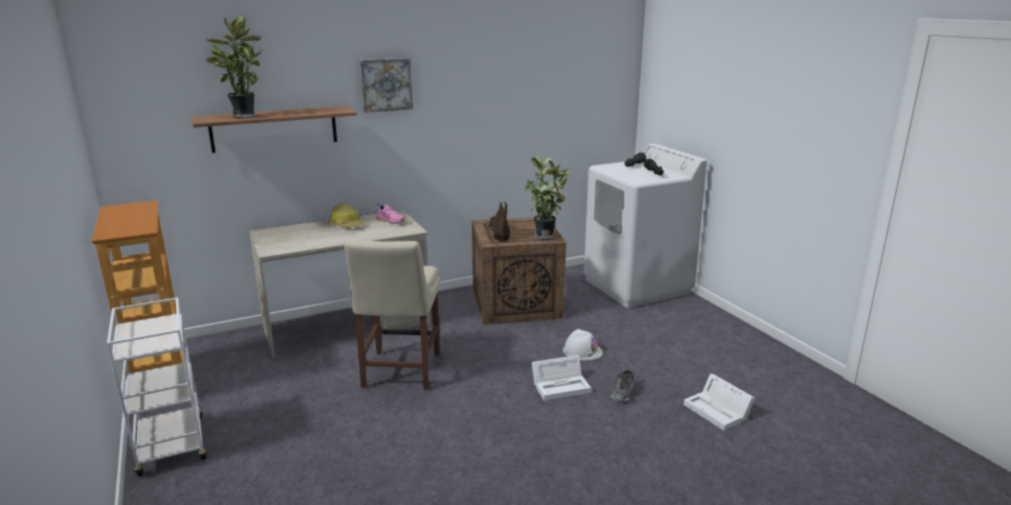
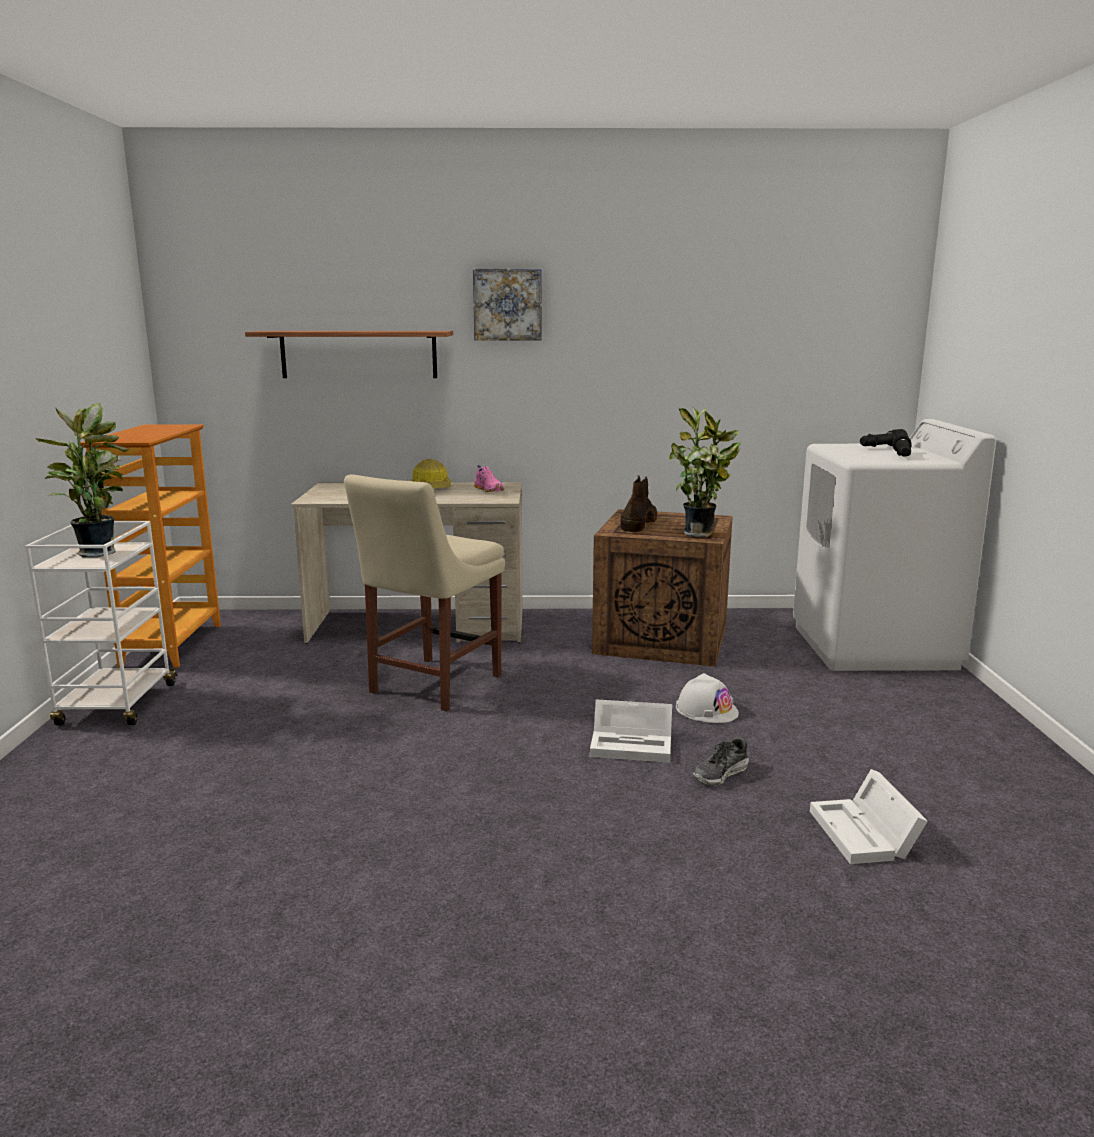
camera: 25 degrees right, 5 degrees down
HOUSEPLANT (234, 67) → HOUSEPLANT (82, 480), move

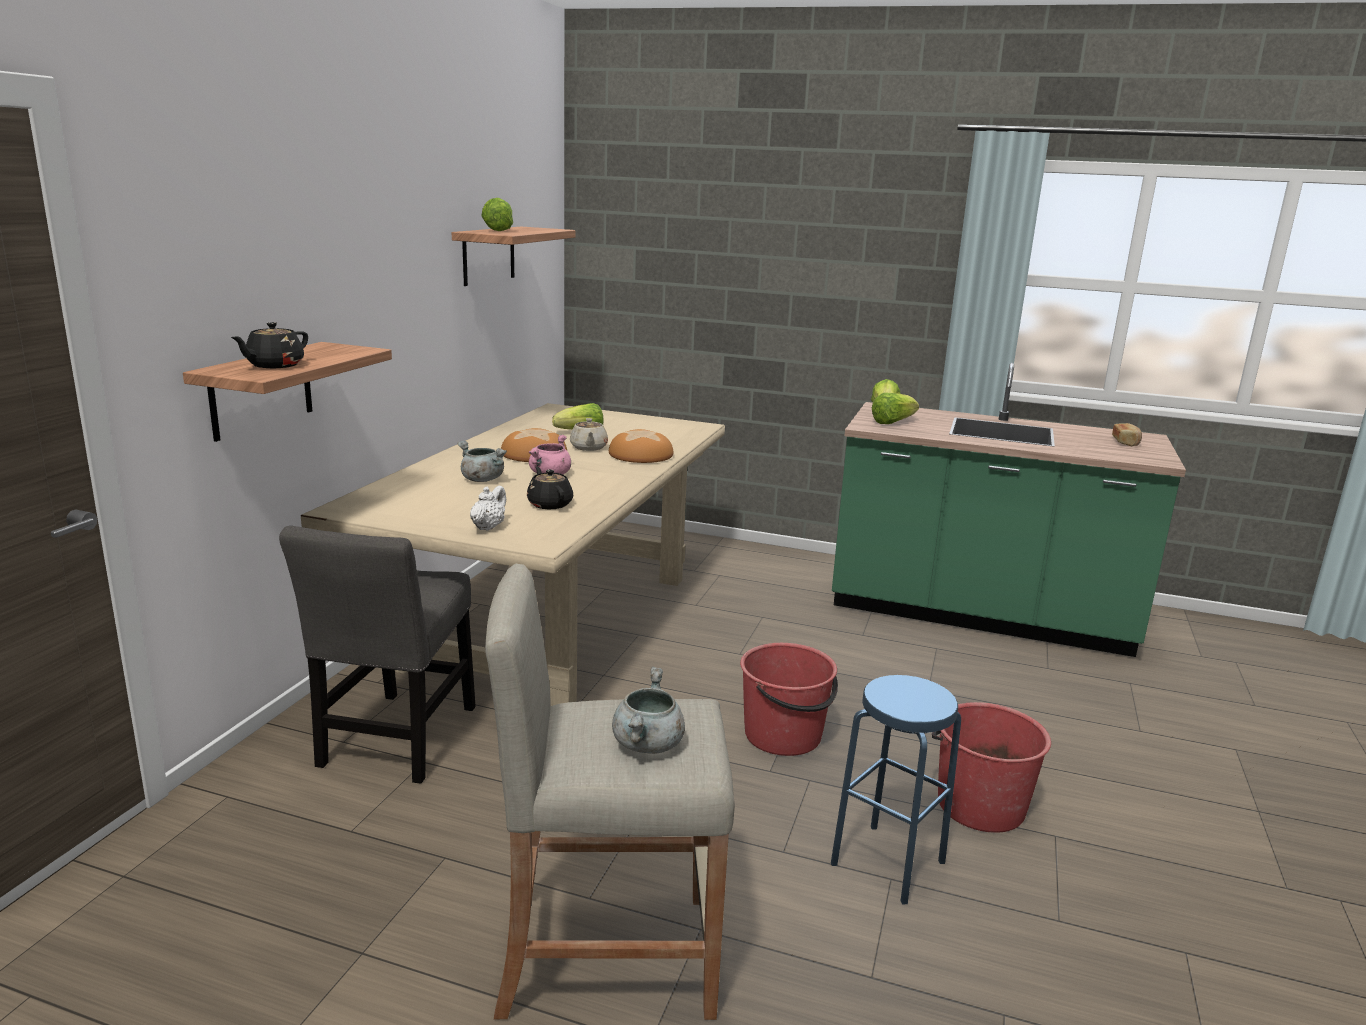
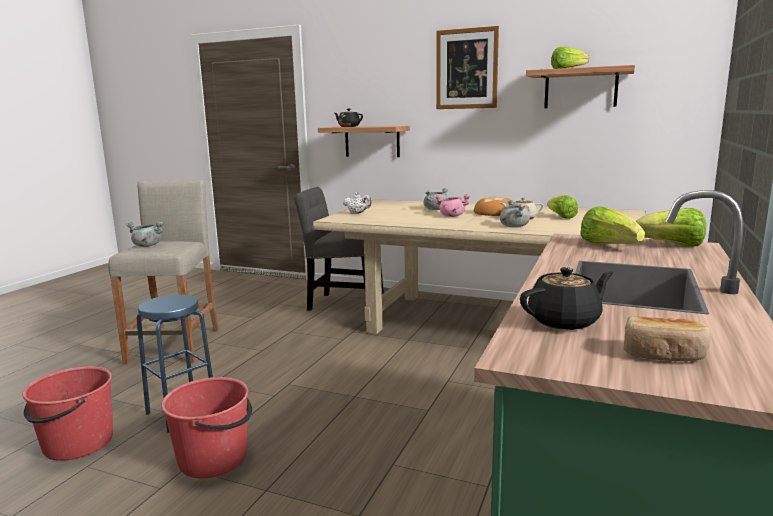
camera: 95 degrees right, 5 degrees down
REDDISH PAIL (789, 699) → REDDISH PAIL (67, 413), move
- → WALL ART (467, 67)
BAKED BREAD (641, 446) → GREY COOKING POT (515, 213)
BLACKISH TEA POT (550, 488) → BLACKISH TEA POT (566, 298), move

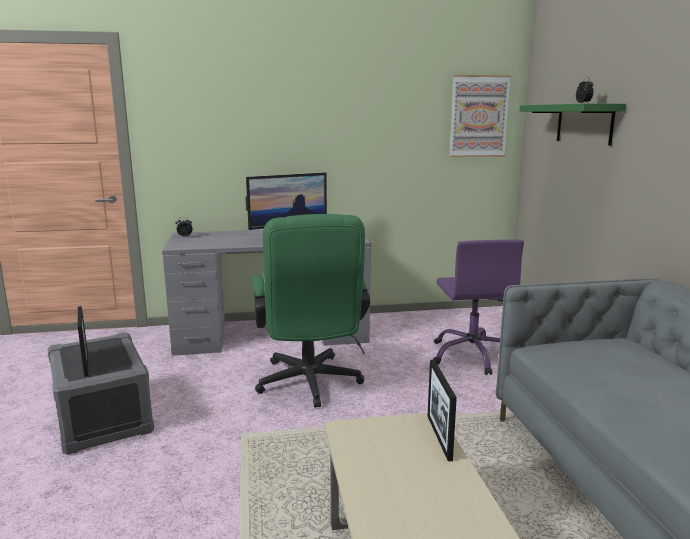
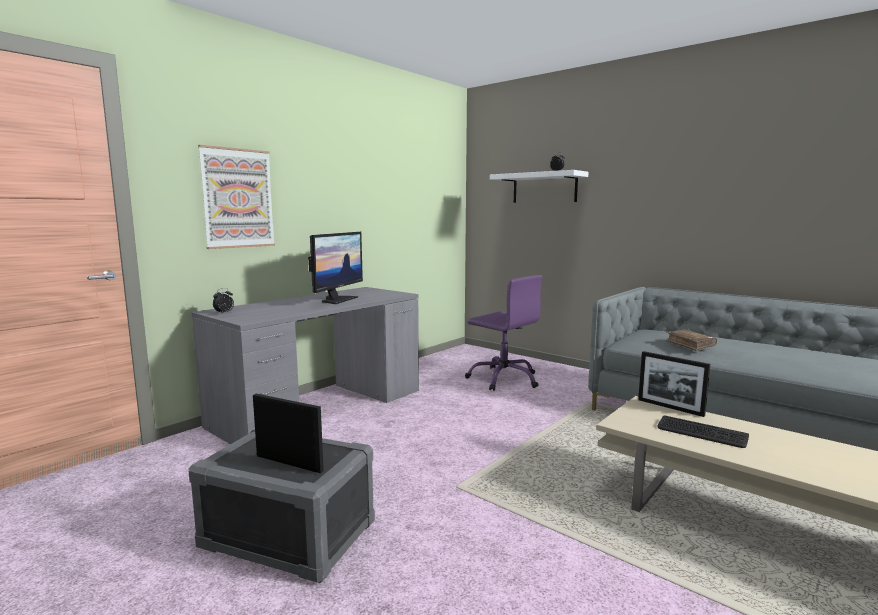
camera: 40 degrees left, 5 degrees down
WALL ART (480, 116) → WALL ART (236, 197), move
GREENISH SHELF (572, 125) → WHITISH SHELF (539, 186)
- → COMPUTER KEYBOARD (703, 432)
- → BROWN VOLUME (691, 340)
GREENISH COMPUTER CHAIR (311, 311) → -

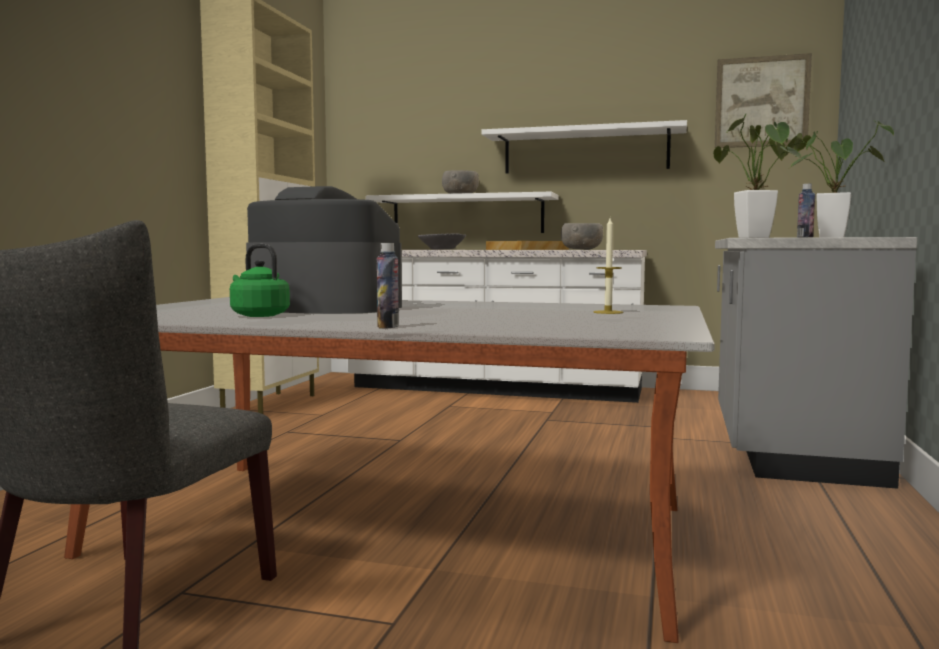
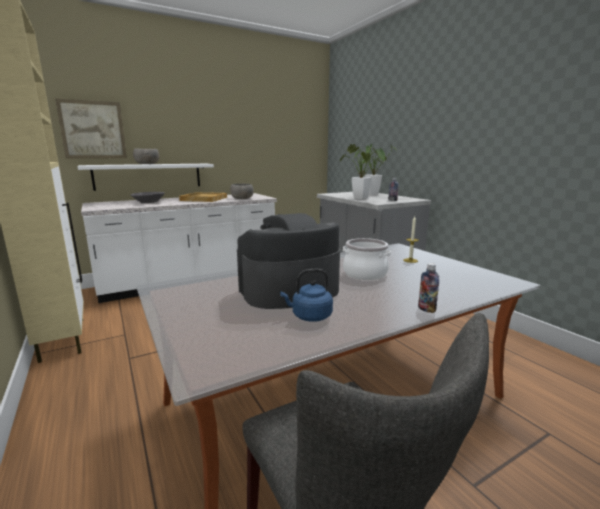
camera: 45 degrees left, 10 degrees up
WALL ART (763, 100) → WALL ART (91, 128), move
GREENISH WATER KETTLE (260, 280) → BLUISH WATER KETTLE (306, 295)
- → COOKING POT (367, 259)
WHITISH SHELF (584, 146) → -

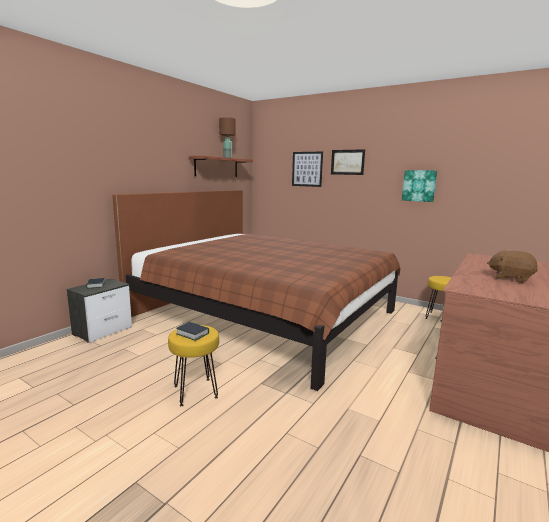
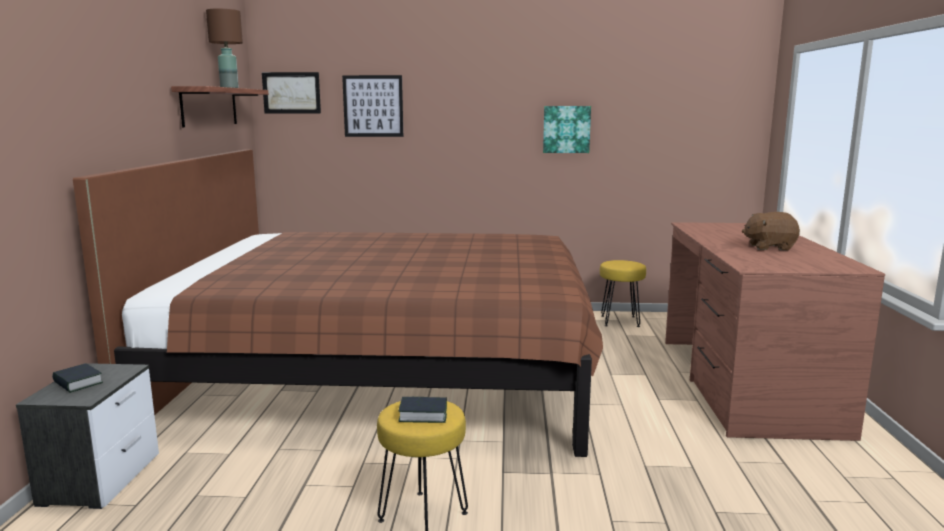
camera: 30 degrees left, 0 degrees up
WALL ART (348, 162) → WALL ART (291, 92), move

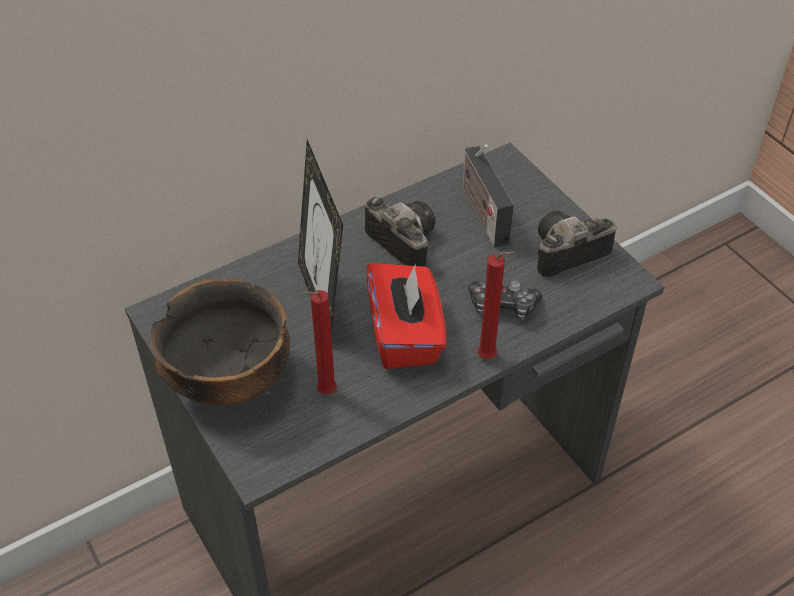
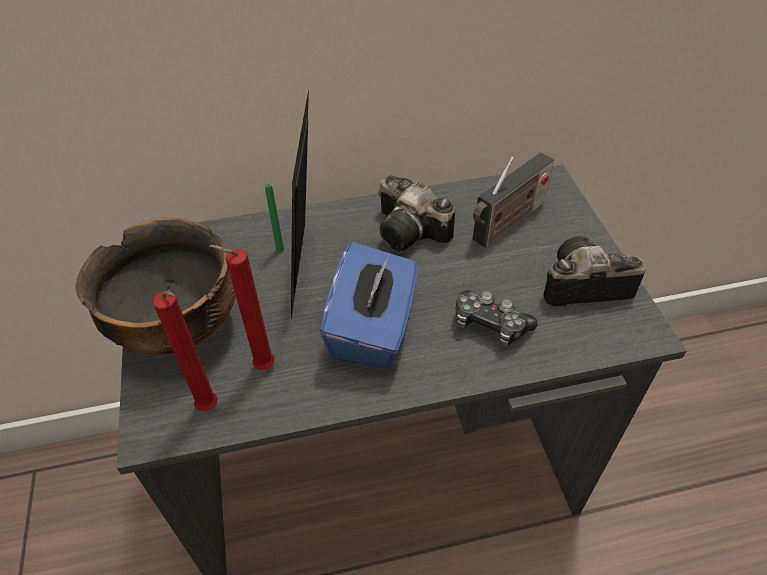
camera: 20 degrees right, 0 degrees up
REDDISH CANDLE (496, 305) → REDDISH CANDLE (184, 350), move
- → GREENISH CANDLE (274, 218)
REDDISH TISSUE BOX (406, 316) → BLUISH TISSUE BOX (368, 305)
PHOTO CAMERA (400, 232) → PHOTO CAMERA (416, 213), 150 degrees clockwise
RADIO (488, 195) → RADIO (513, 200), 135 degrees counterclockwise

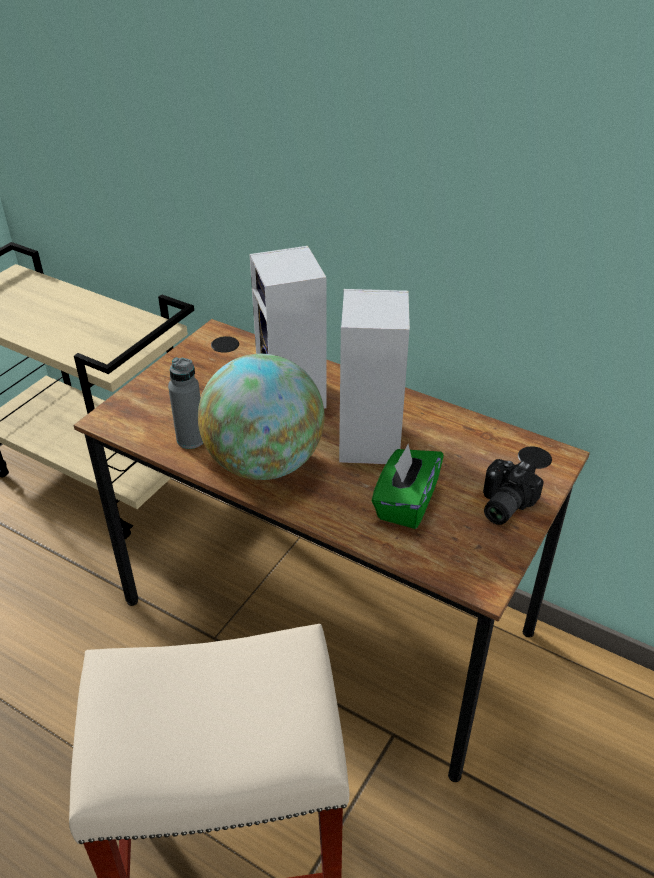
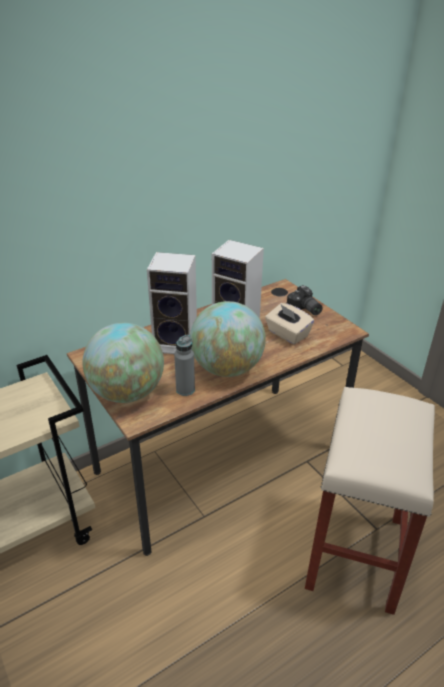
camera: 65 degrees left, 5 degrees down
- → WORLD GLOBE (123, 363)
GREENISH TISSUE BOX (408, 486) → SAND-COLOURED TISSUE BOX (289, 324)

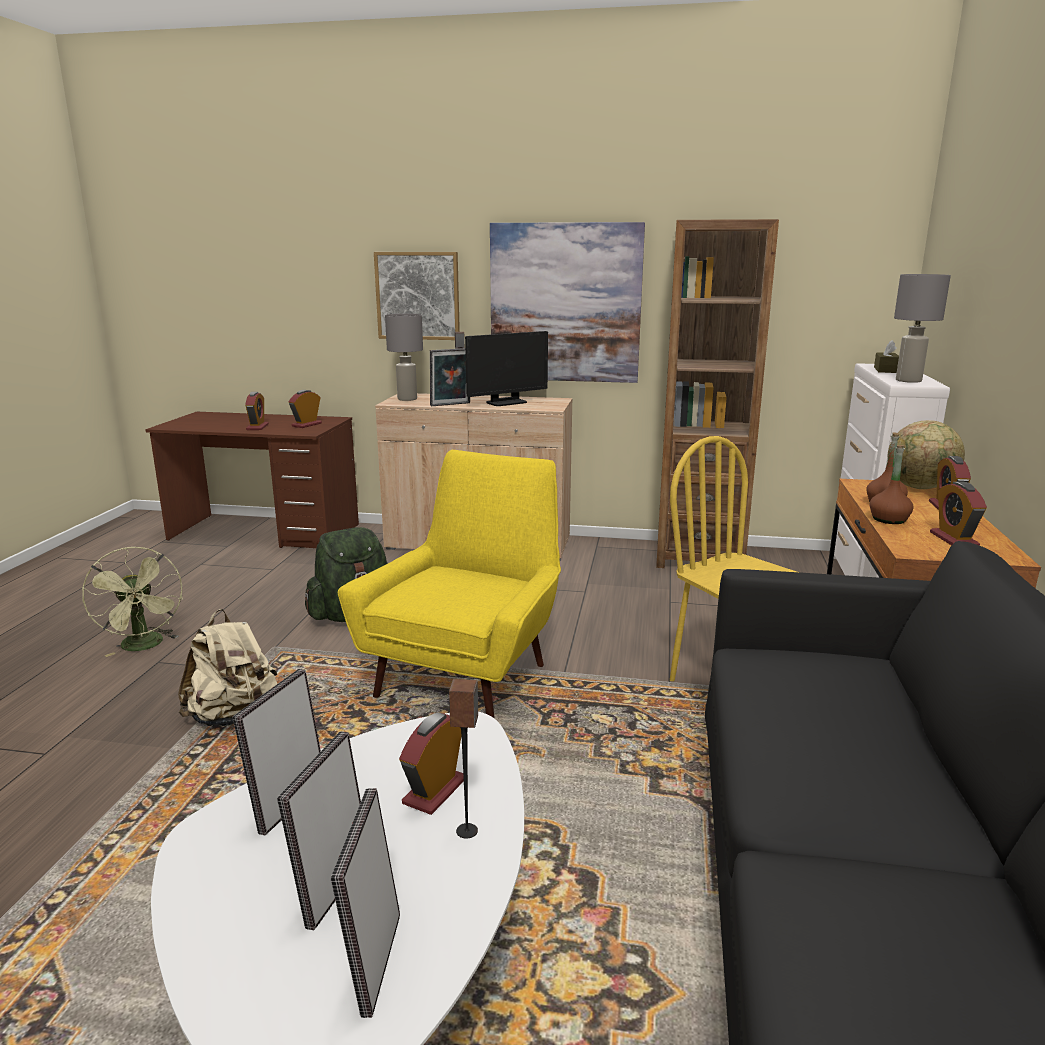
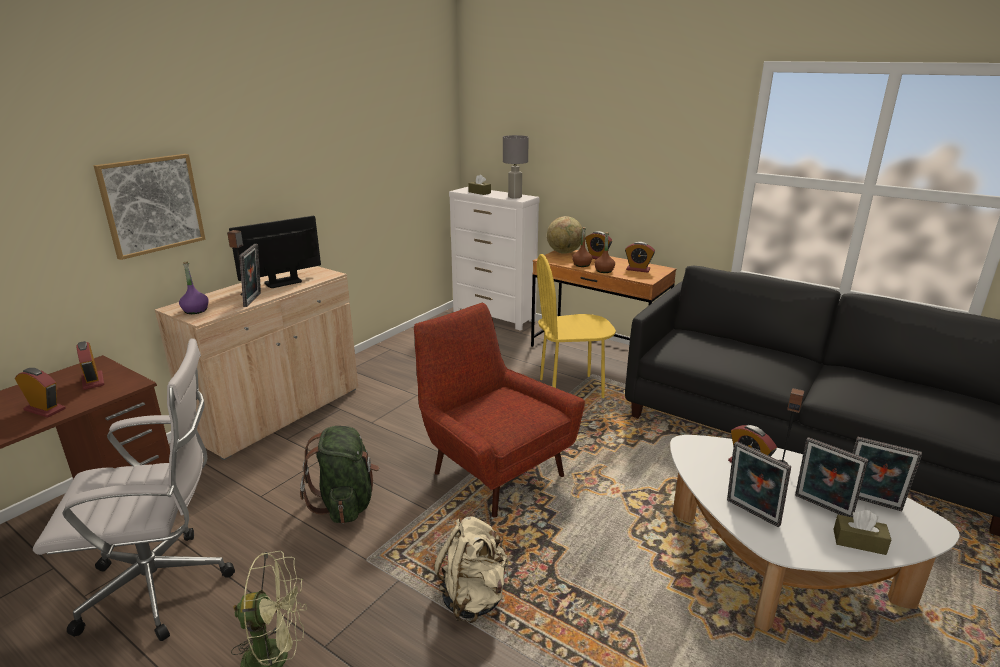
camera: 65 degrees left, 5 degrees up
- → WHITISH COMPUTER CHAIR (134, 489)
GREY TABLE LAMP (404, 357) → PURPLISH DRINK BOTTLE (194, 287)
MONITOR (506, 368) → MONITOR (275, 252), 120 degrees counterclockwise
YELLOW LOUNGE CHAIR (449, 584) → REDDISH LOUNGE CHAIR (499, 410)
- → BROWN TISSUE BOX (862, 532)
WALL ART (567, 302) → -
BROWN BOOKCASE (717, 393) → -

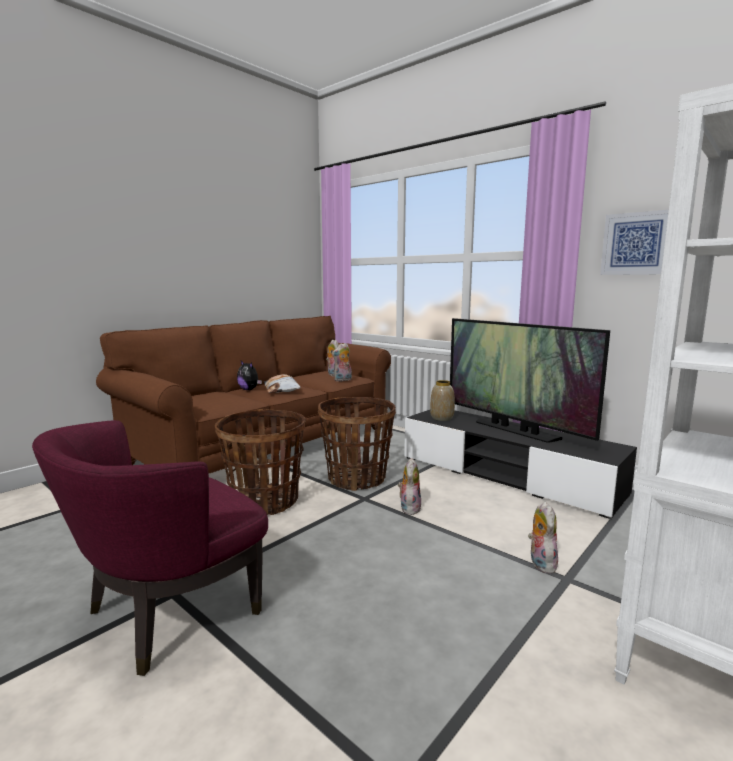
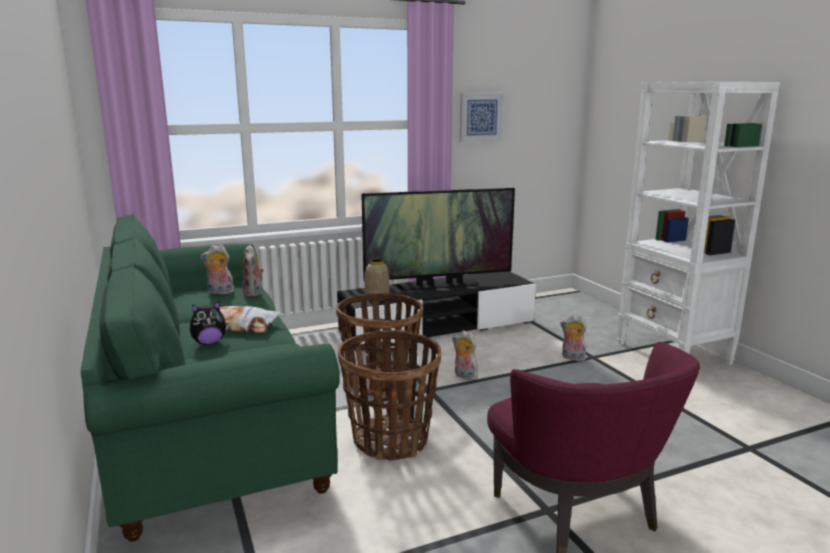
camera: 65 degrees left, 5 degrees up
BROWN SOFA (243, 395) → GREENISH SOFA (210, 377)

